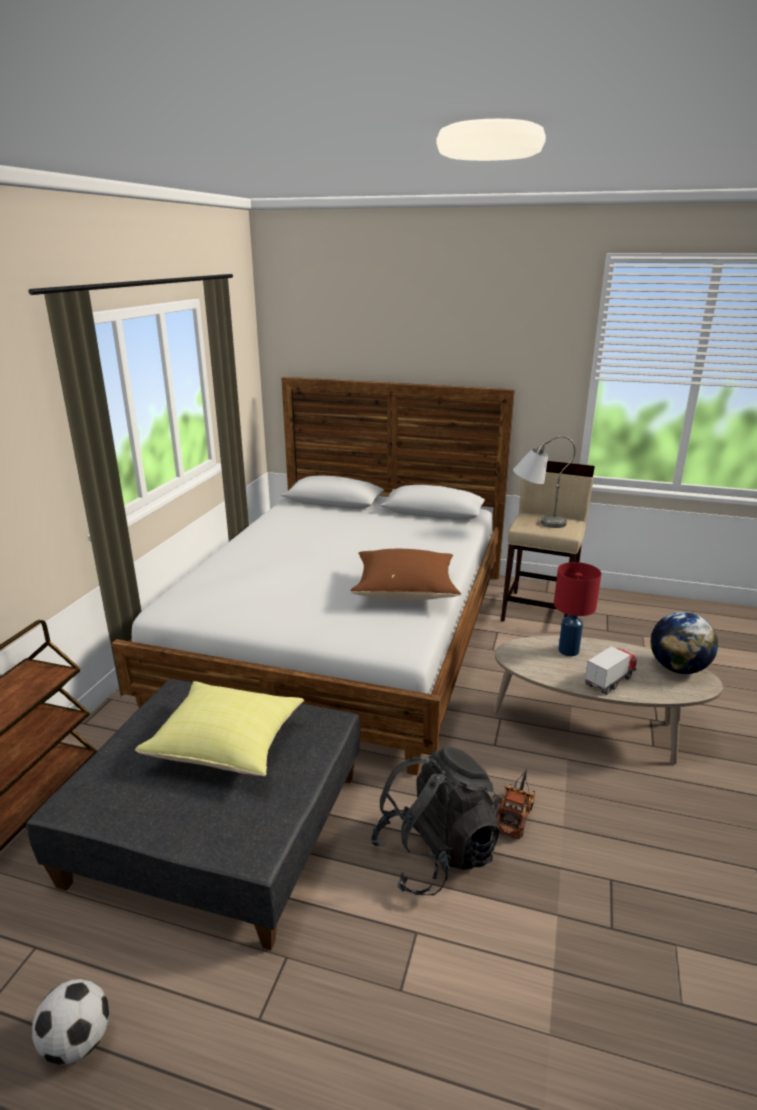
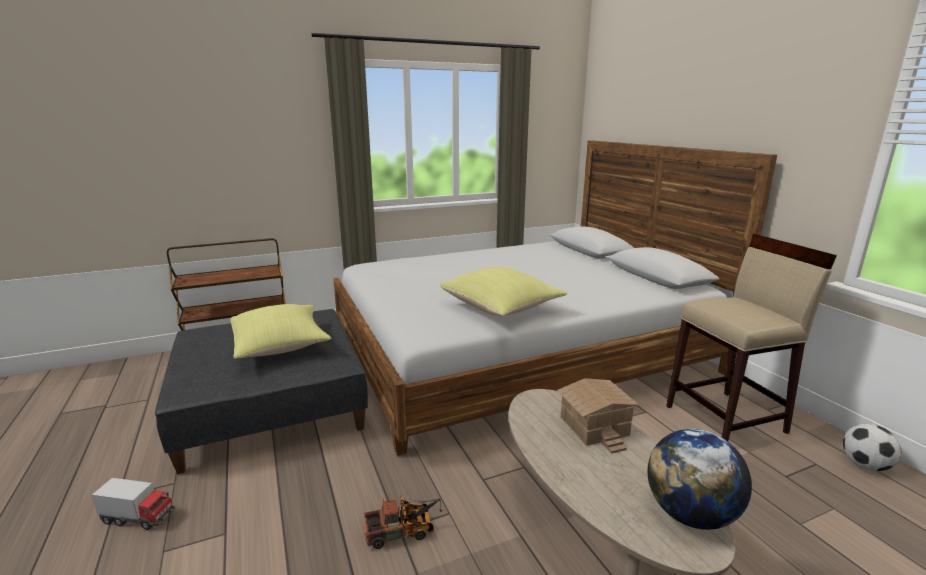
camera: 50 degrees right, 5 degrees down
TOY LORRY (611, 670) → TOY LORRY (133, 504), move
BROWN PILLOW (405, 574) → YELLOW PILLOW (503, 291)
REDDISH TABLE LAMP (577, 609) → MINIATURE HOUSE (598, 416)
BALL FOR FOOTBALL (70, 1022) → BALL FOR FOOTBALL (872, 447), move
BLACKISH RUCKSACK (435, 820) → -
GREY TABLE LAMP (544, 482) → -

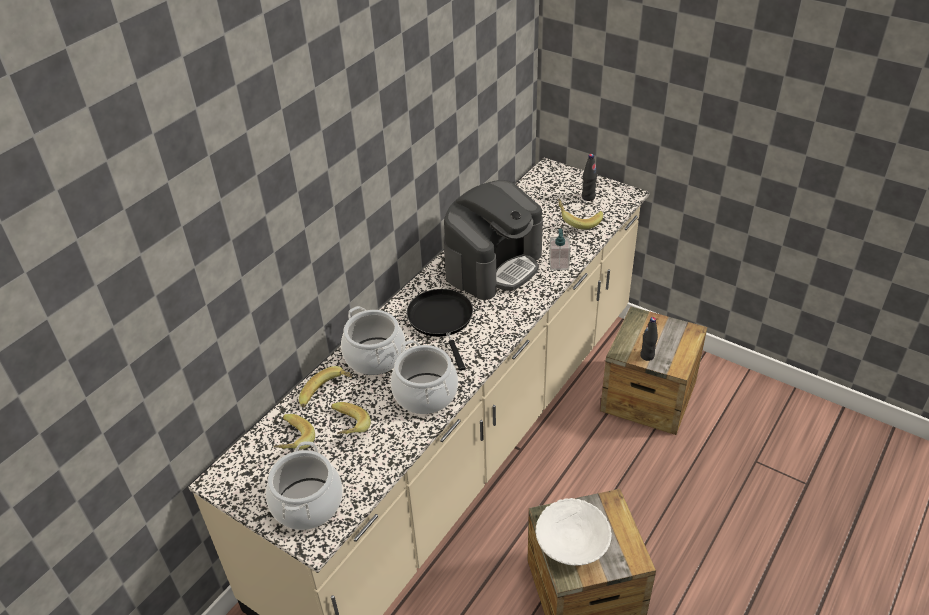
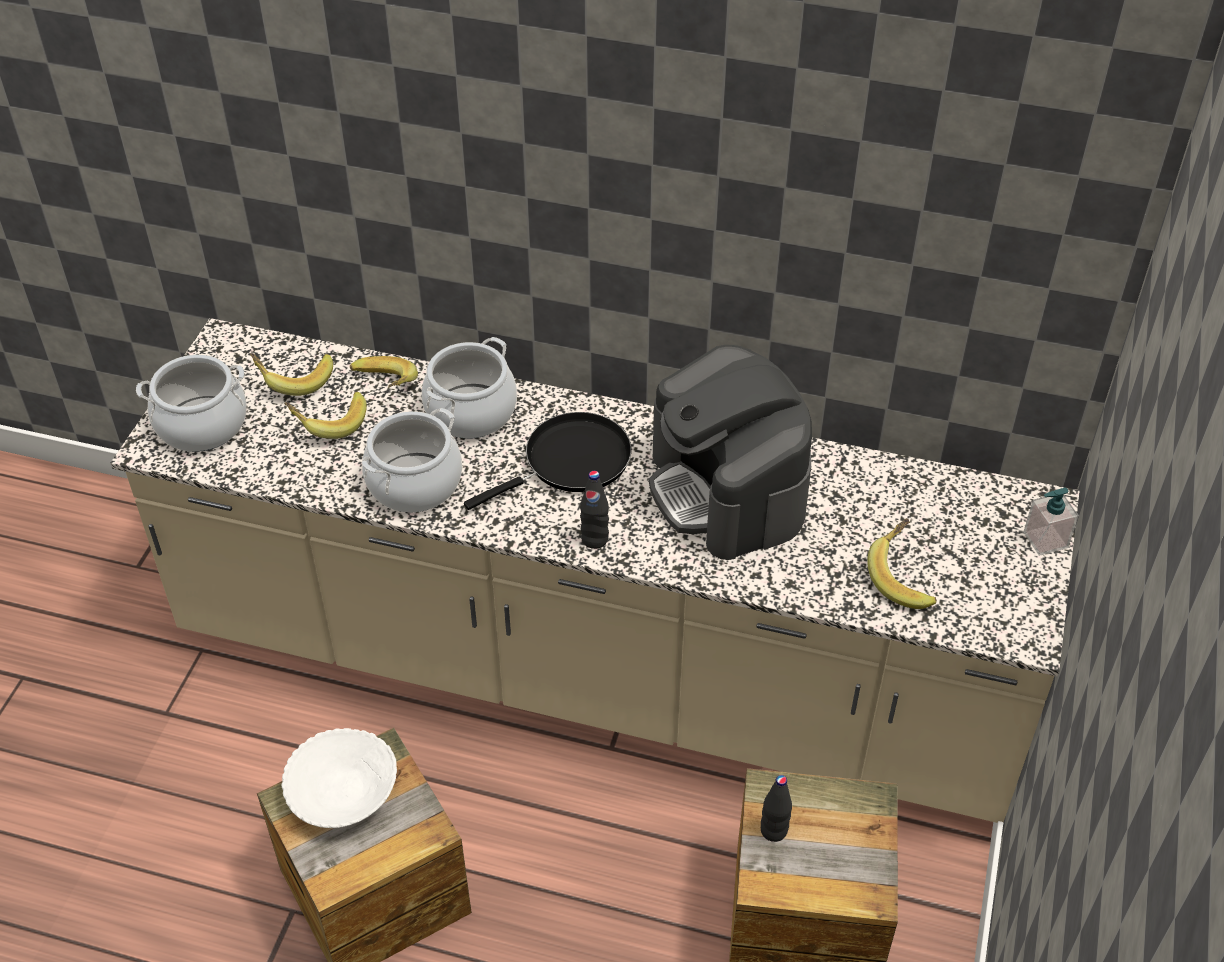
camera: 70 degrees right, 5 degrees up
BLACKISH DRINK BOTTLE (589, 177) → BLACKISH DRINK BOTTLE (594, 510), move
COFFEE BREWER (493, 240) → COFFEE BREWER (730, 452), 45 degrees clockwise
LIQUID SOAP BOTTLE (560, 249) → LIQUID SOAP BOTTLE (1051, 522), move

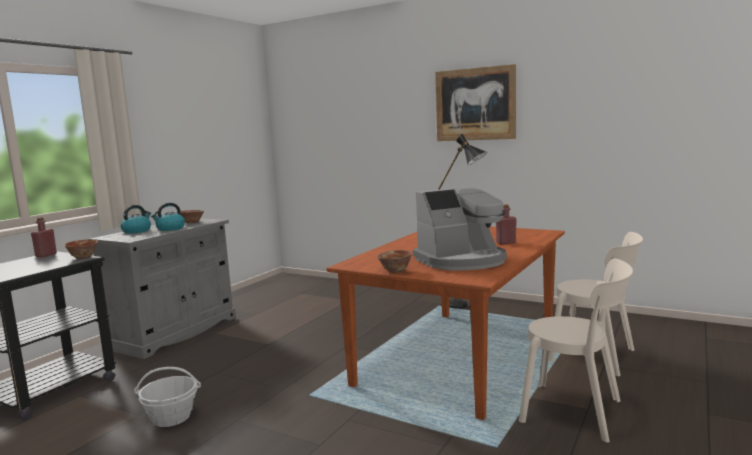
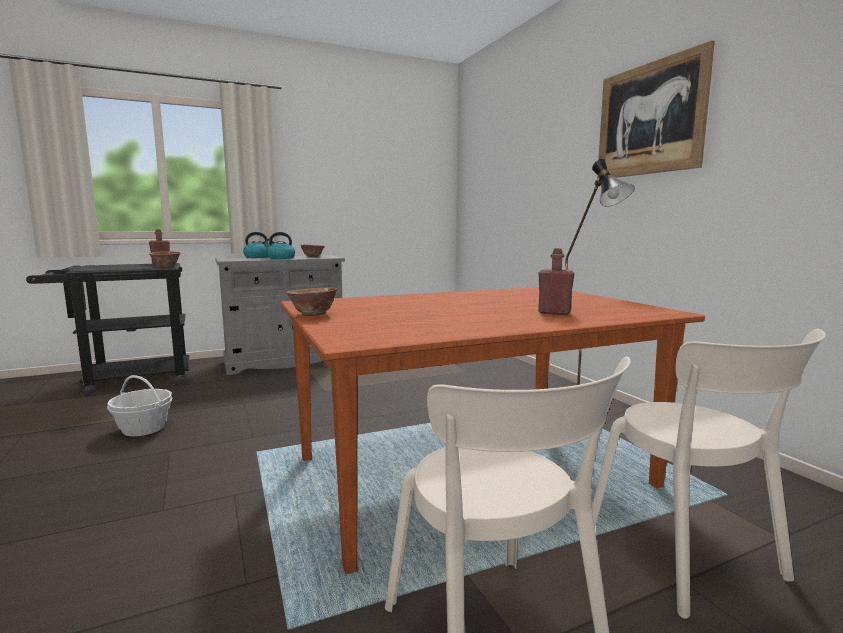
camera: 35 degrees right, 0 degrees up
COFFEE BREWER (460, 228) → -

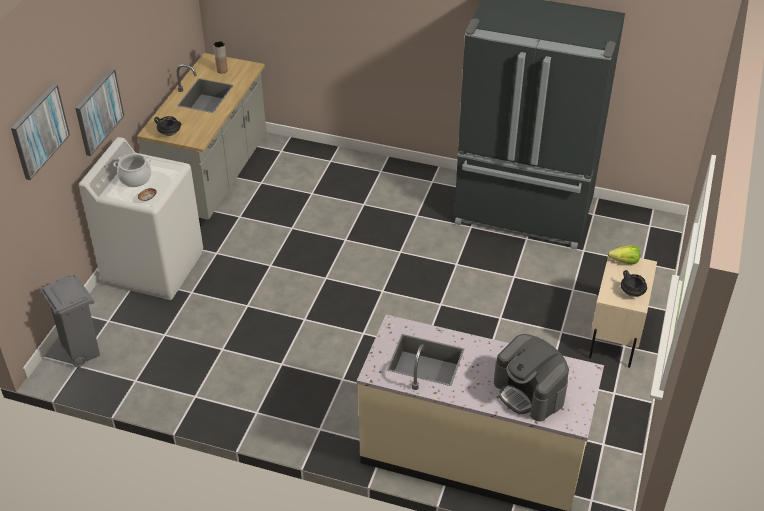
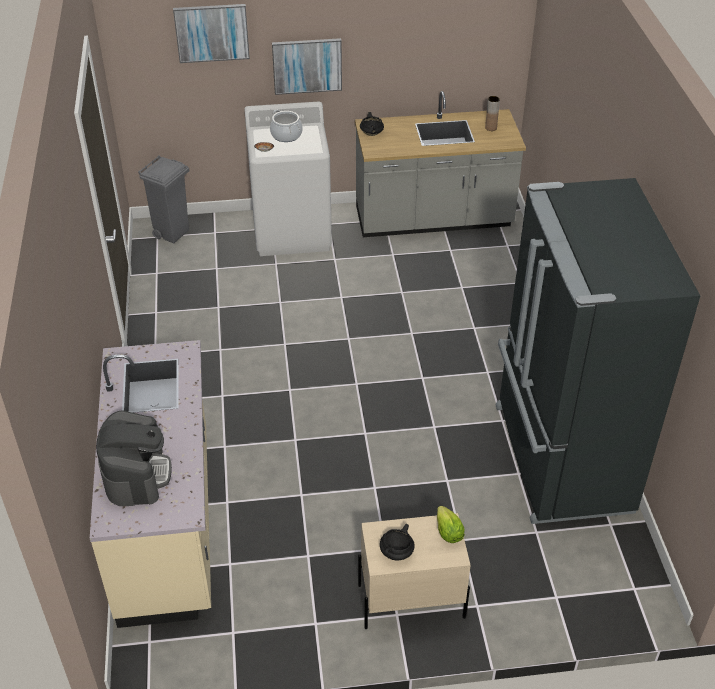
camera: 65 degrees right, 0 degrees up
COFFEE BREWER (531, 378) → COFFEE BREWER (134, 458), 150 degrees clockwise

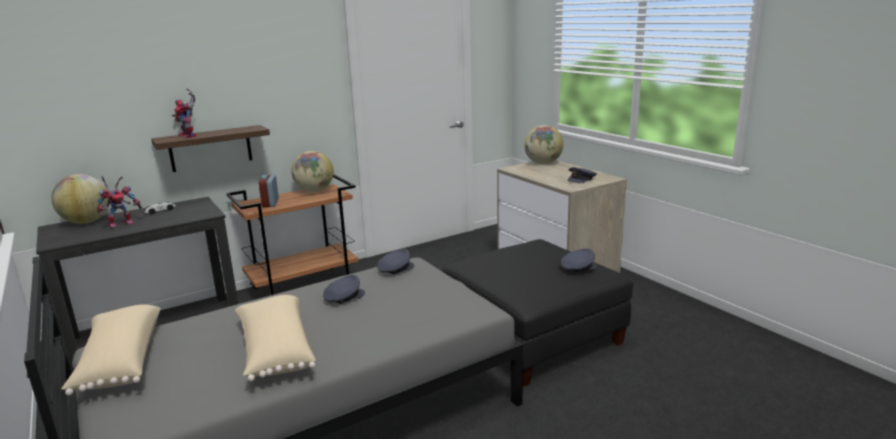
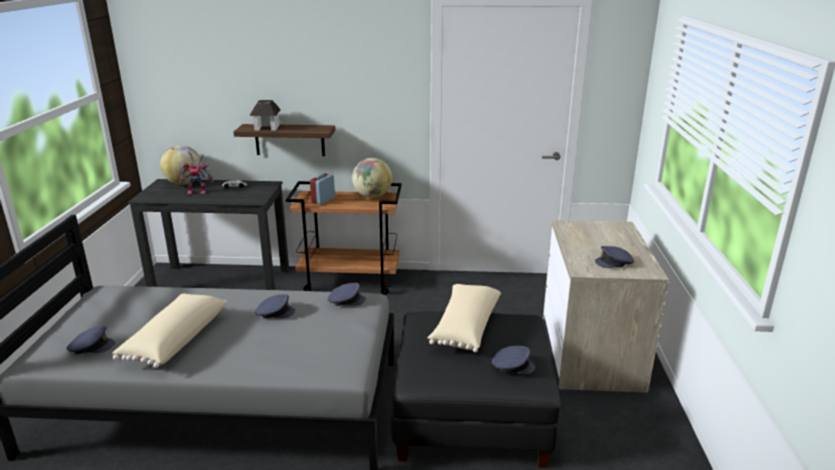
camera: 35 degrees right, 5 degrees up
- → GREY CAP (91, 340)
MODEL ROBOT (184, 113) → MINIATURE HOUSE (265, 115)
SAND-COLOURED PILLOW (111, 350) → SAND-COLOURED PILLOW (464, 318), move
WORLD GLOBE (544, 144) → -

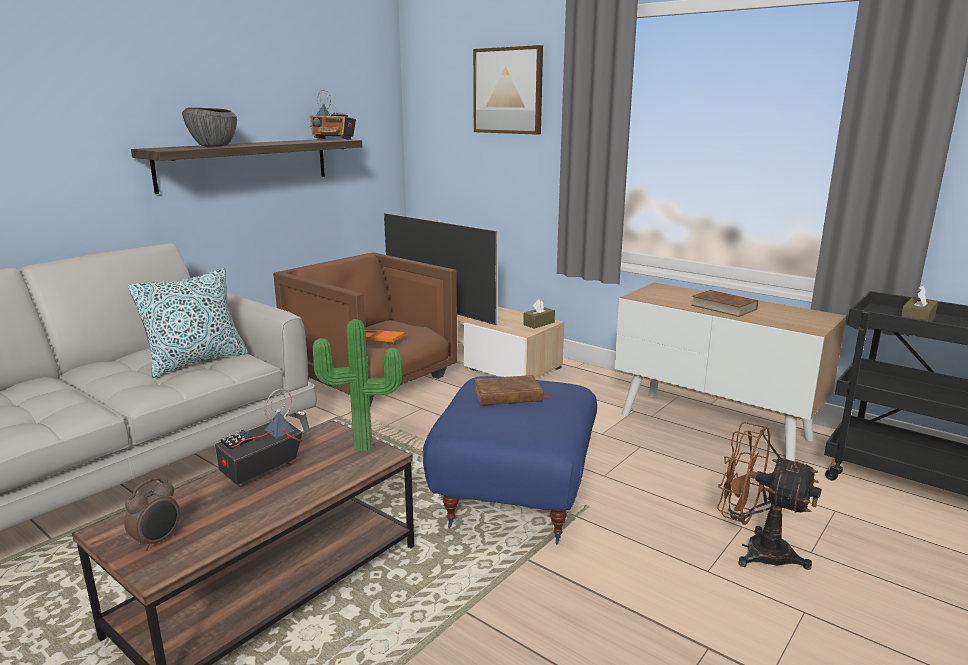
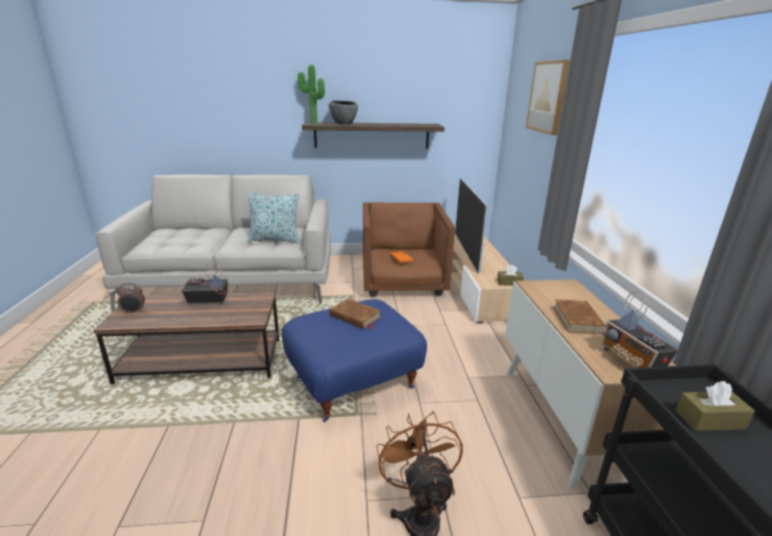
camera: 45 degrees right, 5 degrees up
HOUSEPLANT (357, 385) → HOUSEPLANT (311, 94), move
RADIO (333, 115) → RADIO (640, 330), move

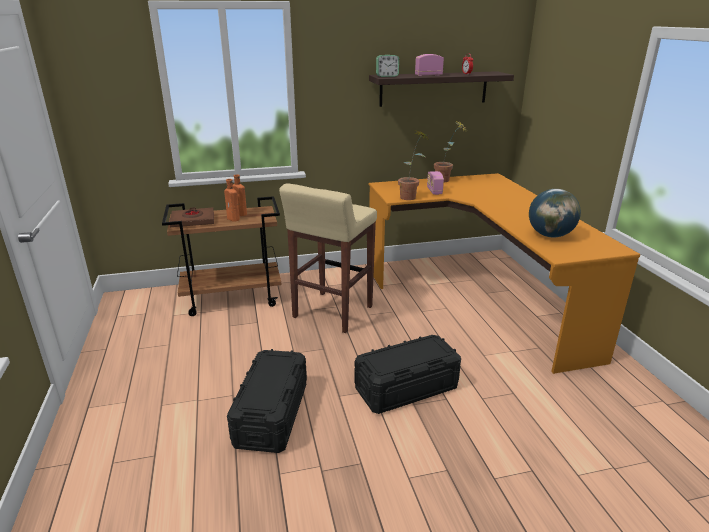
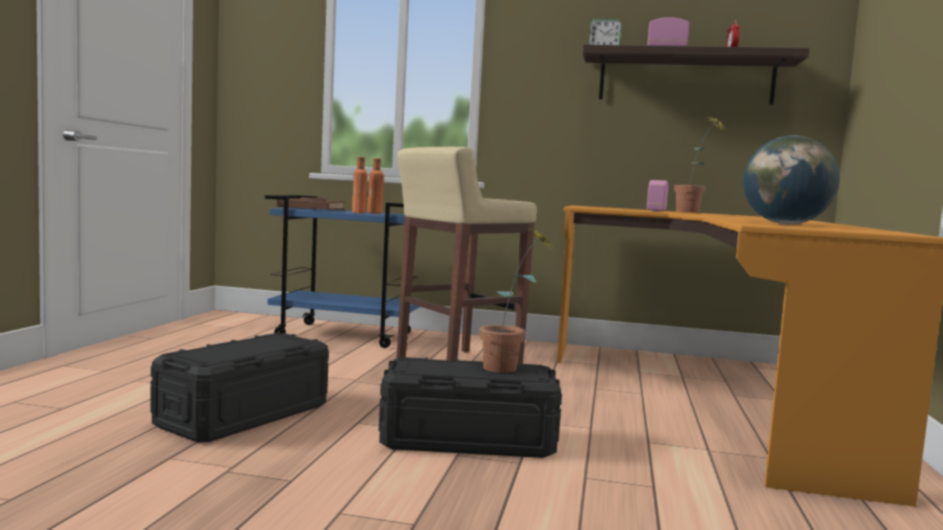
camera: 25 degrees right, 20 degrees down
BROWN TROLLEY (222, 256) → BLUISH TROLLEY (342, 271)
HOUSEPLANT (413, 165) → HOUSEPLANT (516, 300), move

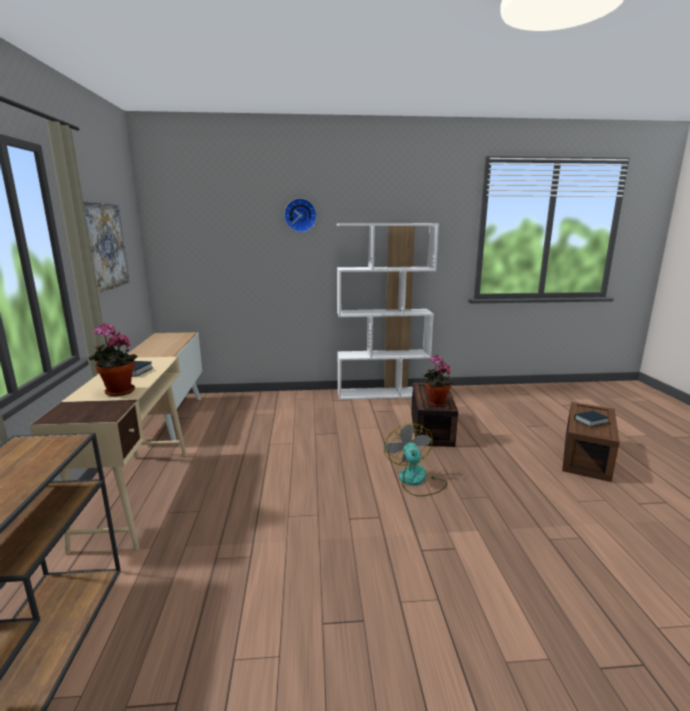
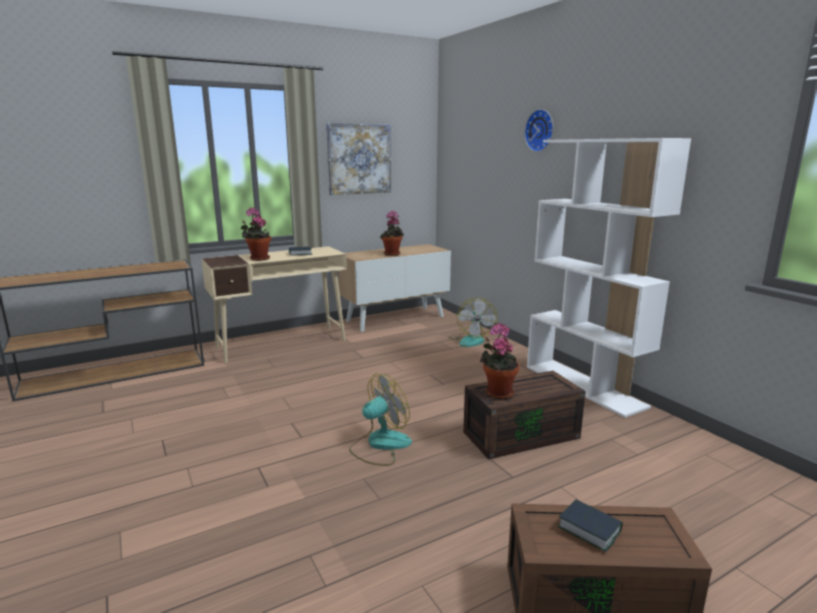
camera: 65 degrees right, 0 degrees up
- → HOUSEPLANT (392, 233)
- → FAN (473, 322)

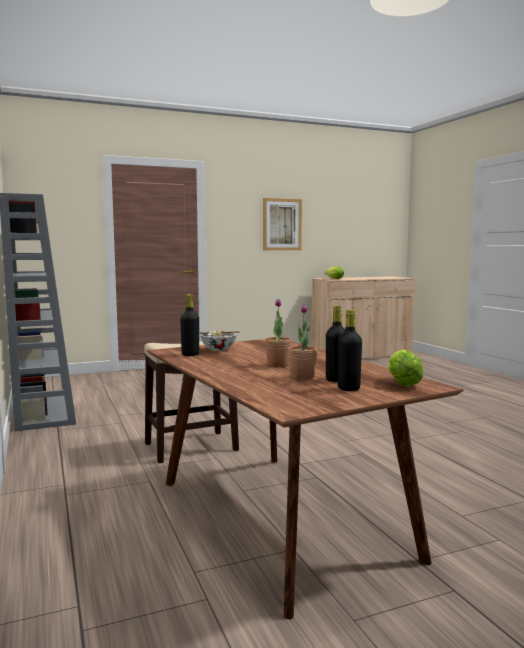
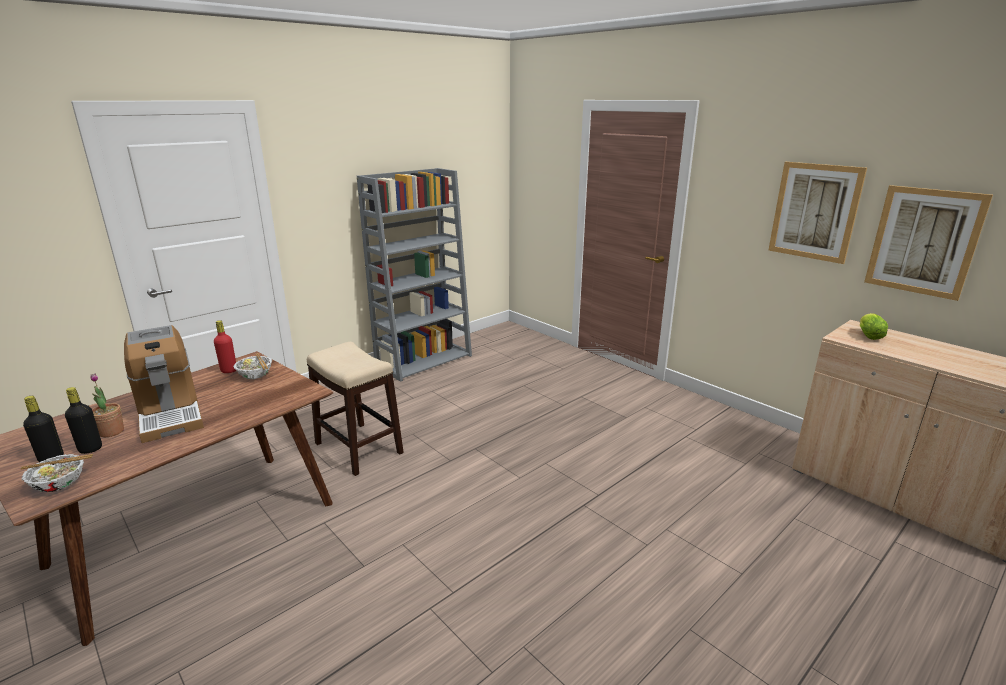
camera: 70 degrees right, 15 degrees up
LETTUCE HEAD (405, 368) → DEEP DISH (57, 473)
HOUSEPLANT (278, 333) → COFFEE BREWER (164, 384)
BLACKISH DRINK BOTTLE (189, 325) → REDDISH DRINK BOTTLE (225, 346)
- → WALL ART (928, 243)

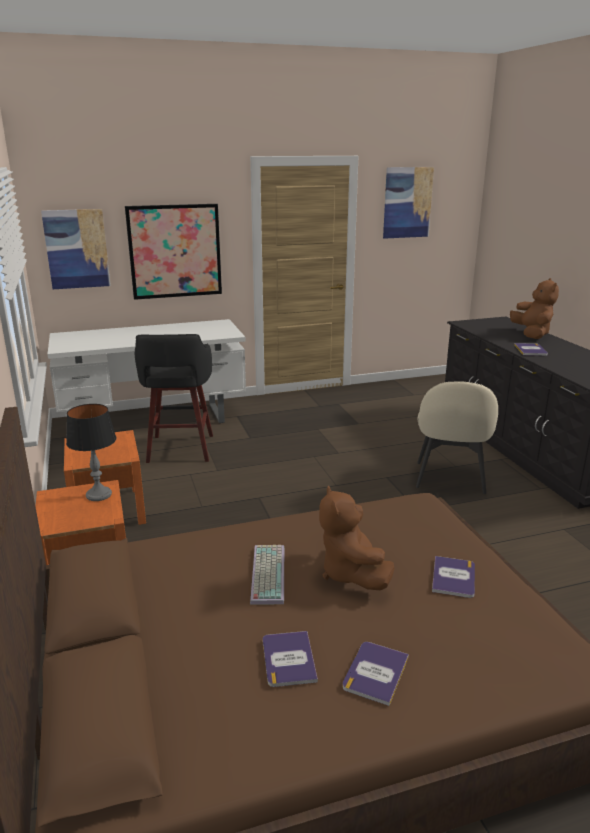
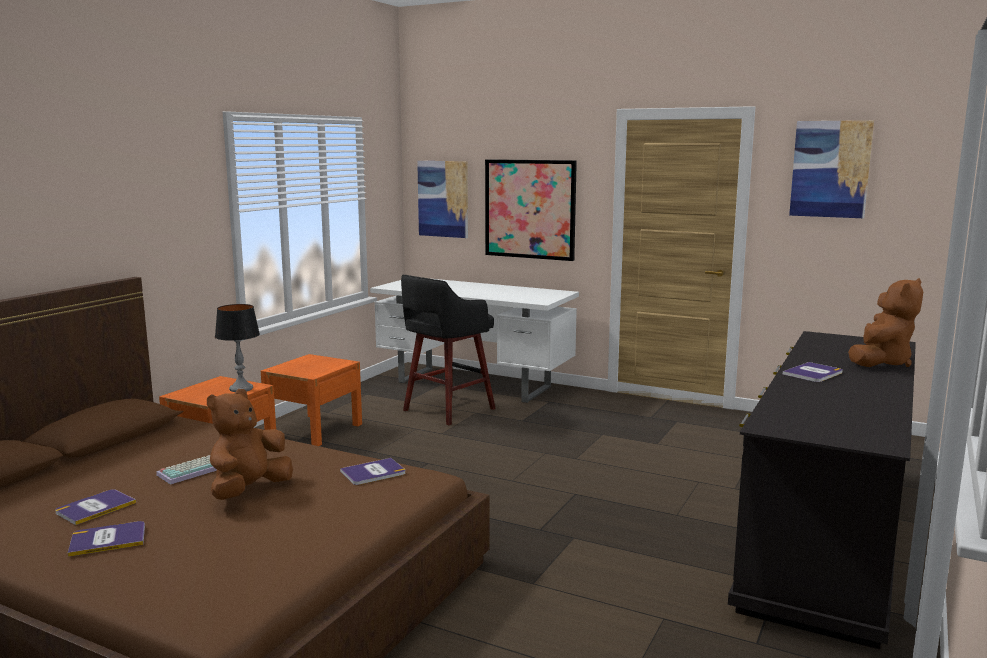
camera: 45 degrees right, 10 degrees down
VOLUME (453, 577) → VOLUME (372, 471), move
SAND-COLOURED CHAIR (457, 437) → -

